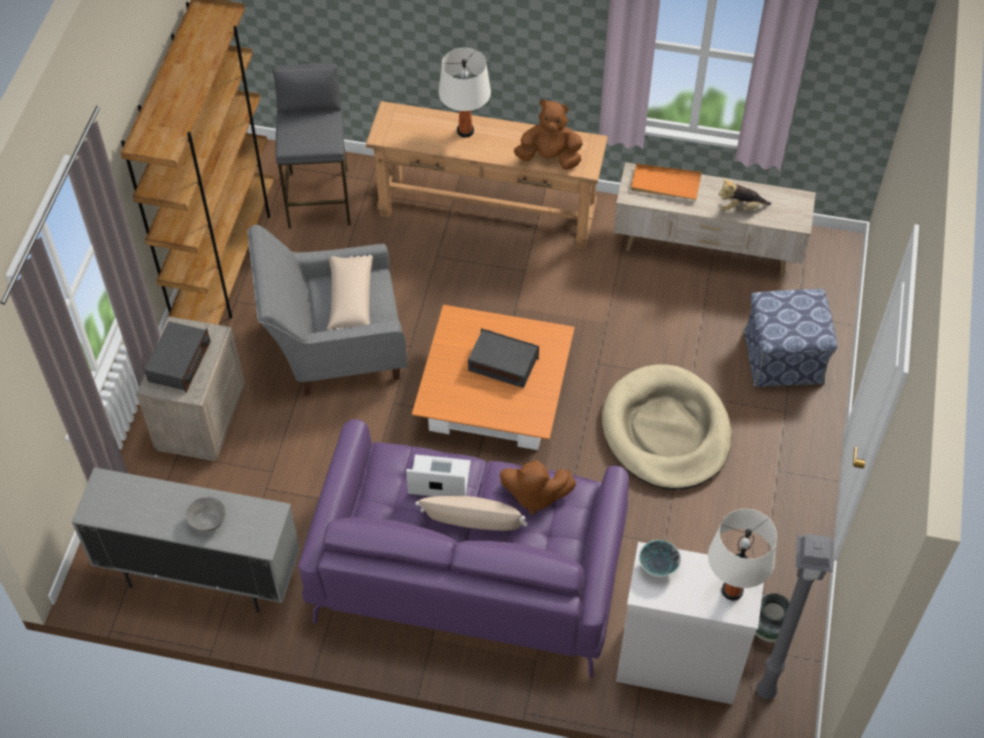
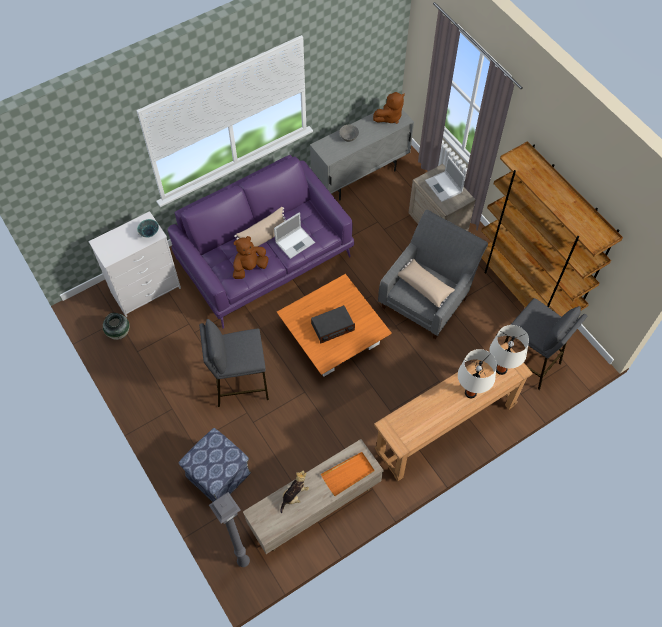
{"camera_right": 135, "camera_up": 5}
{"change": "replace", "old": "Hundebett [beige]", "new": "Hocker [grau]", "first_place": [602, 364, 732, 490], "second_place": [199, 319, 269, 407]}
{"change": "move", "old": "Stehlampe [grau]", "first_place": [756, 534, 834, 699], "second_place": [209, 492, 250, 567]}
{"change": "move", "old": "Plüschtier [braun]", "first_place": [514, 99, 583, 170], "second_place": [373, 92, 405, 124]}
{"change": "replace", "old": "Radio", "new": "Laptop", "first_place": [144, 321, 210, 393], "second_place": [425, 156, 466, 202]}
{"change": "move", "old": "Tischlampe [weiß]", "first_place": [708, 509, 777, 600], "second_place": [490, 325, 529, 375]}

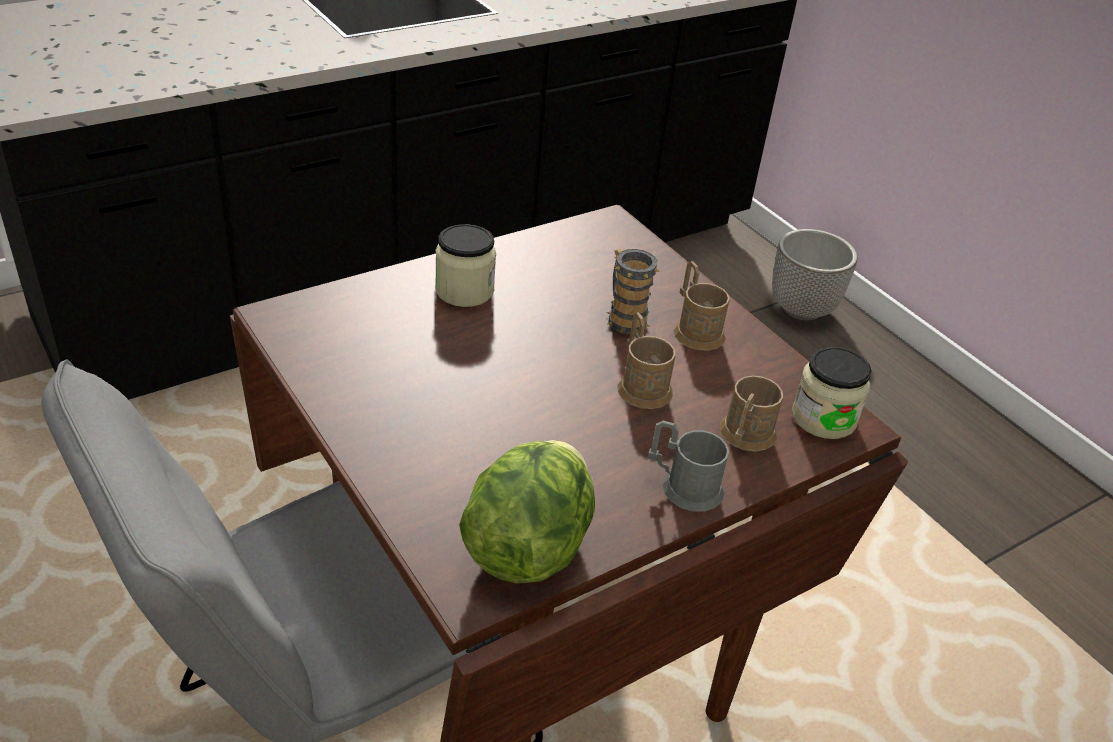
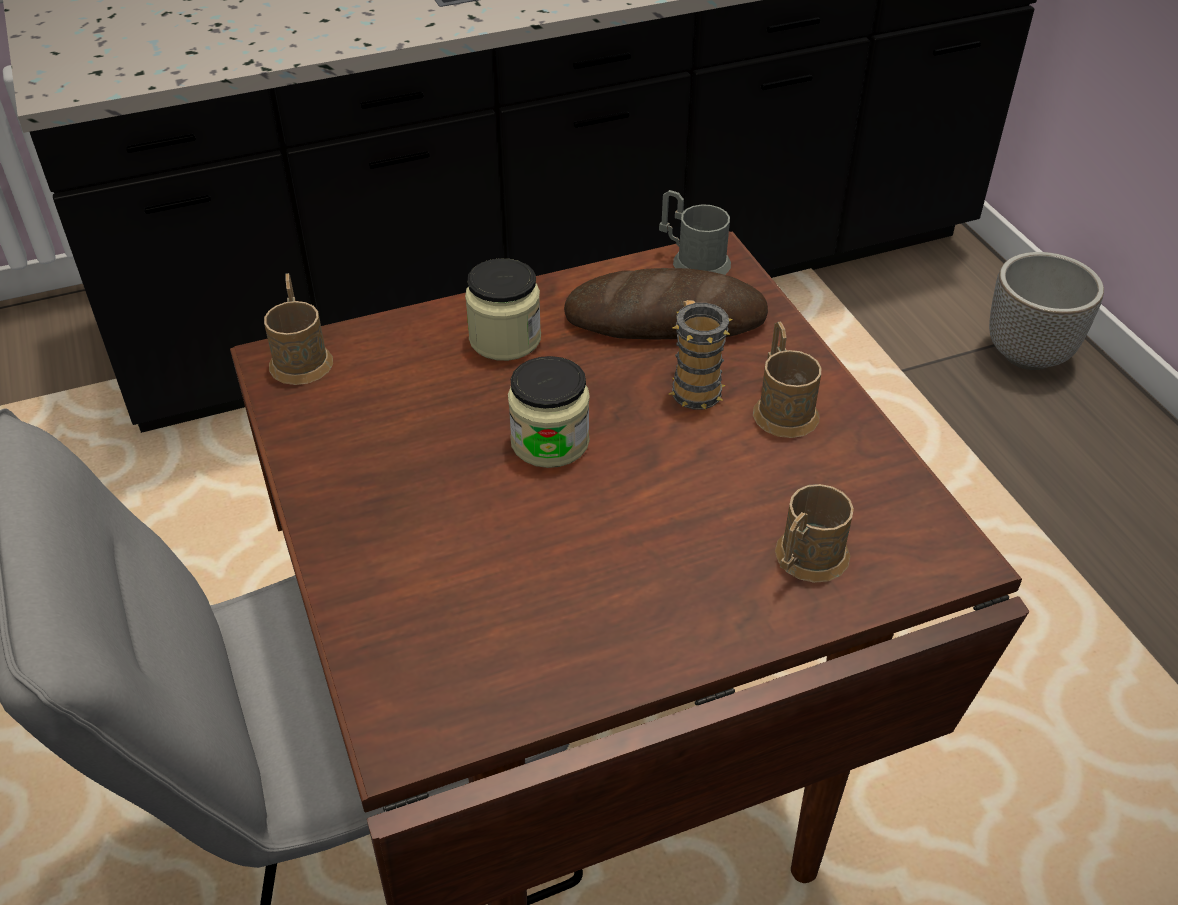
{"camera_right": 15, "camera_up": 5}
{"change": "move", "old": "Henkelbecher [braun]", "first_place": [617, 312, 676, 409], "second_place": [264, 273, 333, 385]}
{"change": "move", "old": "Vorratsglas", "first_place": [792, 347, 872, 439], "second_place": [508, 356, 590, 468]}
{"change": "insert", "new": "Brot", "second_place": [564, 268, 768, 339]}
{"change": "move", "old": "Henkelbecher [grau]", "first_place": [647, 421, 729, 512], "second_place": [659, 190, 731, 275]}
{"change": "delete", "old": "Salatkopf", "first_place": [459, 440, 595, 583]}

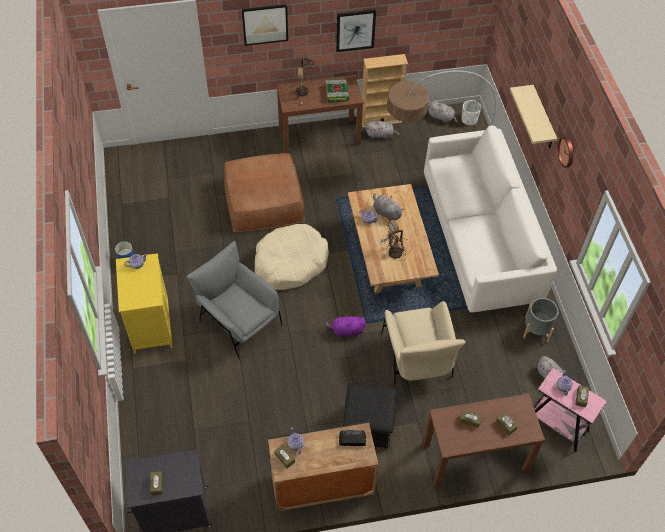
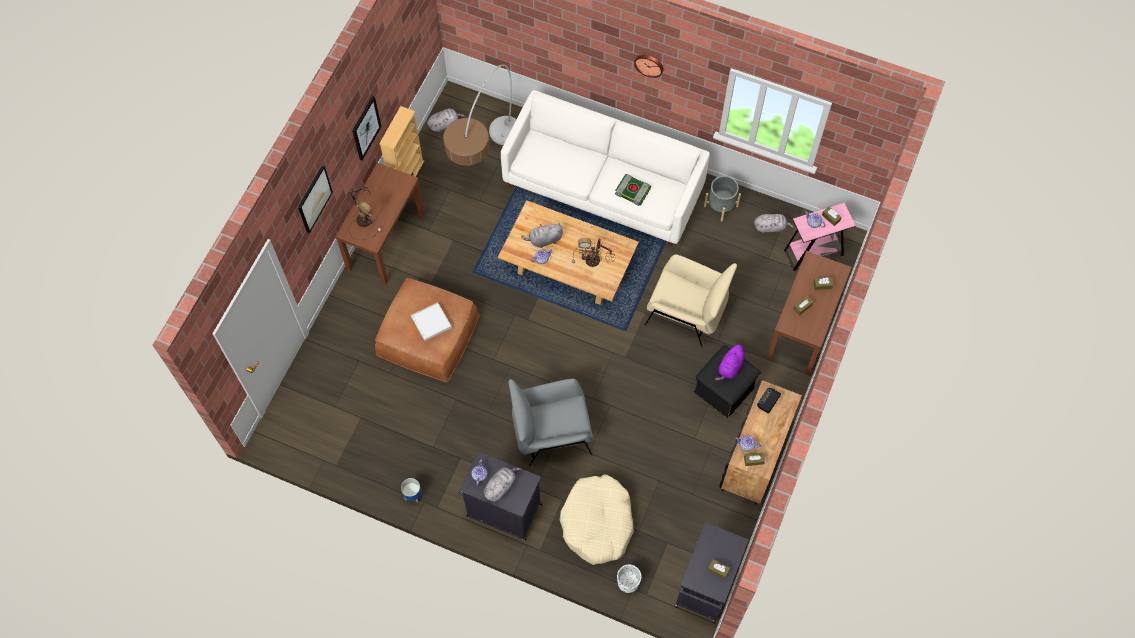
{"camera_right": -55, "camera_up": 10}
{"change": "insert", "new": "Tablett [weiß]", "second_place": [411, 302, 452, 341]}
{"change": "recolor", "old": "Schrank [gelb]", "new": "Schrank [schwarz]", "first_place": [116, 253, 173, 354], "second_place": [459, 452, 542, 541]}
{"change": "move", "old": "Plüschtier [grau]", "first_place": [365, 121, 400, 139], "second_place": [484, 467, 521, 501]}
{"change": "move", "old": "Hundebett [beige]", "first_place": [255, 224, 329, 290], "second_place": [560, 474, 634, 565]}
{"change": "move", "old": "Buch", "first_place": [325, 79, 349, 102], "second_place": [615, 174, 651, 206]}
{"change": "move", "old": "Pflanzkübel [weiß]", "first_place": [461, 100, 481, 125], "second_place": [617, 565, 641, 593]}
{"change": "move", "old": "Plüschtier [lila]", "first_place": [325, 314, 366, 338], "second_place": [715, 344, 745, 381]}
{"change": "delete", "old": "Wandregal [beige]", "first_place": [510, 85, 557, 148]}

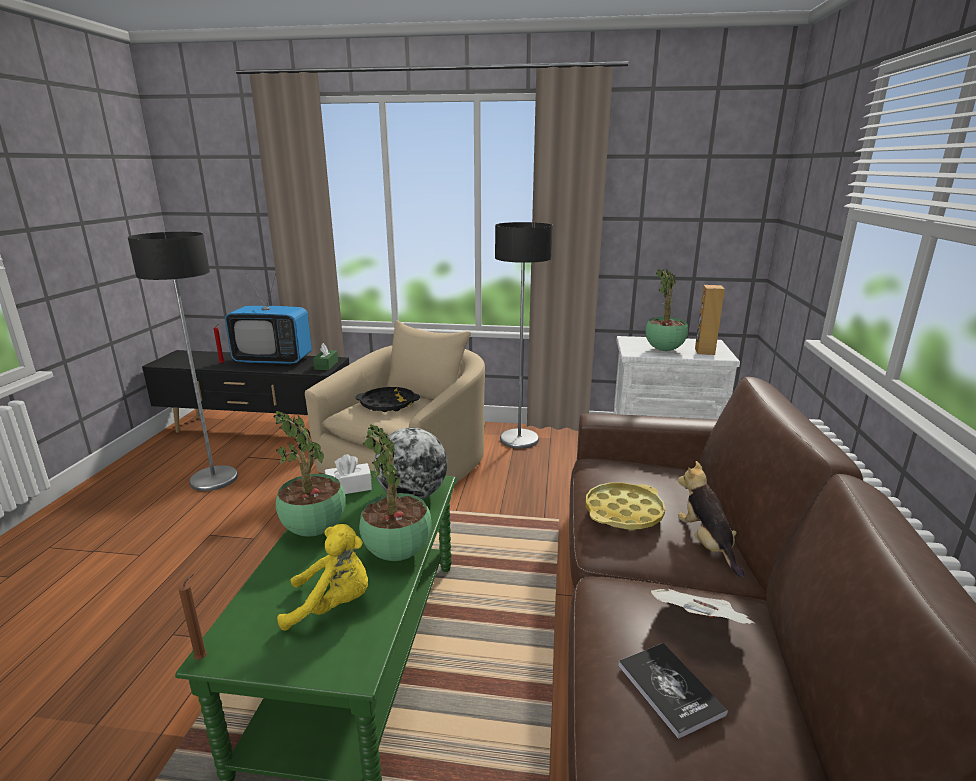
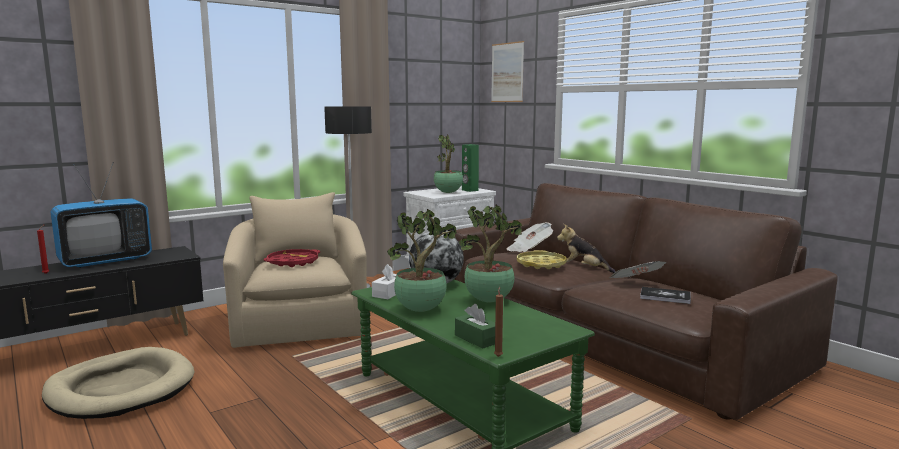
{"camera_right": -45, "camera_up": -10}
{"change": "replace", "old": "Stehlampe", "new": "Hundebett [beige]", "first_place": [128, 232, 238, 491], "second_place": [42, 347, 195, 419]}
{"change": "recolor", "old": "Tablett [schwarz]", "new": "Tablett [rot]", "first_place": [355, 387, 420, 412], "second_place": [264, 249, 320, 267]}
{"change": "move", "old": "Taschentuchbox [grün]", "first_place": [313, 343, 338, 370], "second_place": [455, 304, 495, 348]}
{"change": "recolor", "old": "Lautsprecher [braun]", "new": "Lautsprecher [grün]", "first_place": [695, 285, 725, 355], "second_place": [462, 144, 479, 192]}
{"change": "insert", "new": "Bild", "second_place": [491, 41, 524, 102]}
{"change": "insert", "new": "Zeitung", "second_place": [507, 222, 553, 252]}
{"change": "delete", "old": "Plüschtier [gelb]", "first_place": [277, 524, 368, 631]}

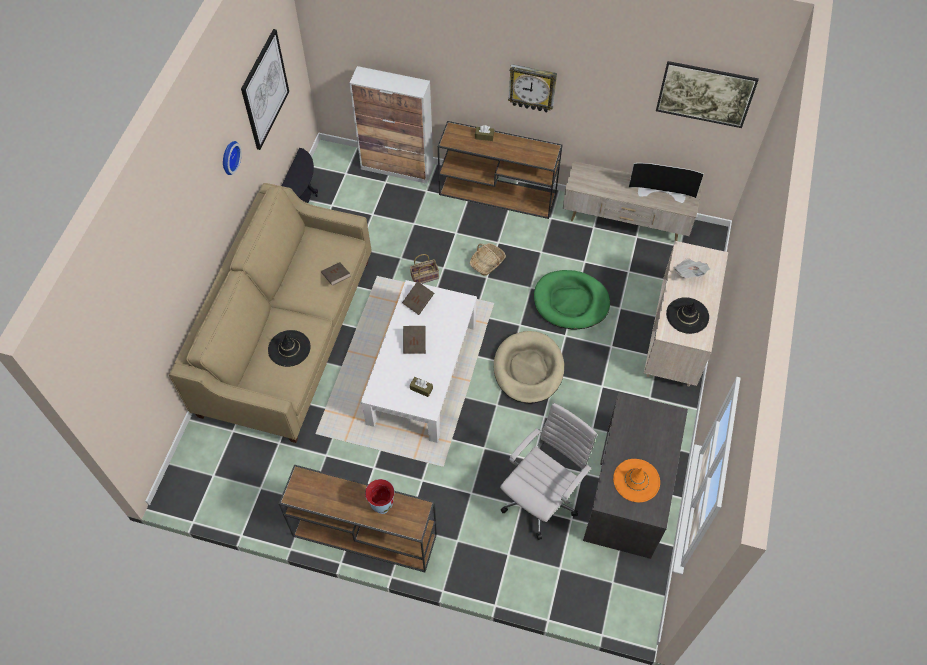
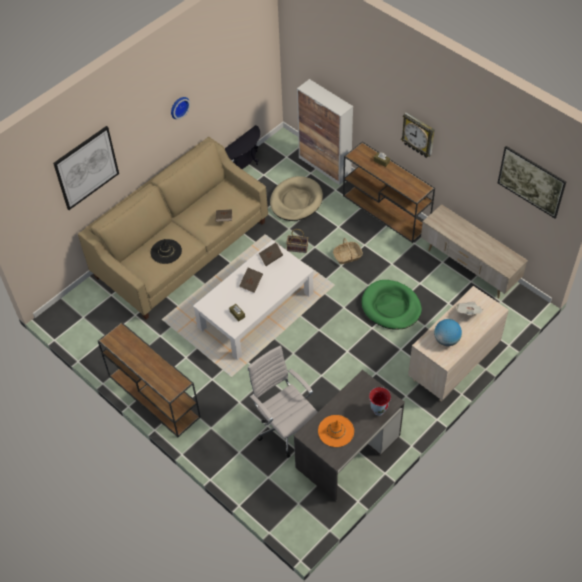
{"camera_right": 30, "camera_up": -5}
{"change": "move", "old": "Bild", "first_place": [241, 29, 289, 150], "second_place": [53, 126, 119, 210]}
{"change": "rotate", "old": "Bürostuhl [weiß]", "first_place": [500, 403, 597, 540], "second_place": [248, 346, 318, 458], "degrees": -105}
{"change": "move", "old": "Hundebett [beige]", "first_place": [494, 331, 564, 404], "second_place": [270, 176, 323, 221]}
{"change": "move", "old": "Vase", "first_place": [365, 479, 395, 514], "second_place": [369, 387, 391, 416]}
{"change": "replace", "old": "Hut [schwarz]", "new": "Globus", "first_place": [666, 297, 709, 334], "second_place": [434, 319, 462, 346]}
{"change": "delete", "old": "Fernseher", "first_place": [628, 163, 704, 203]}

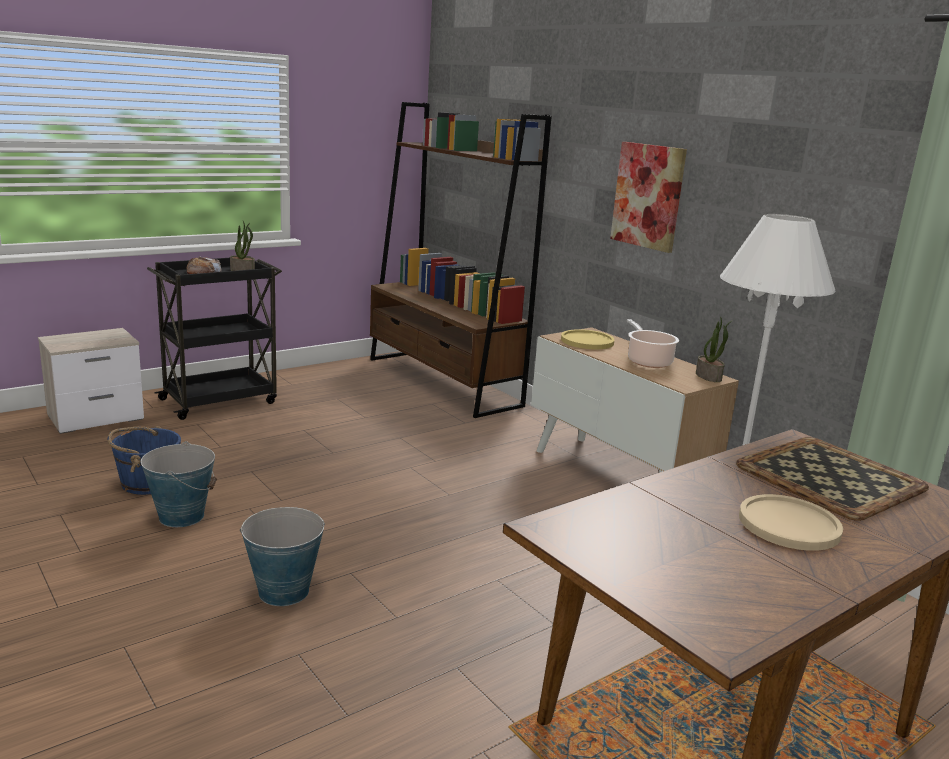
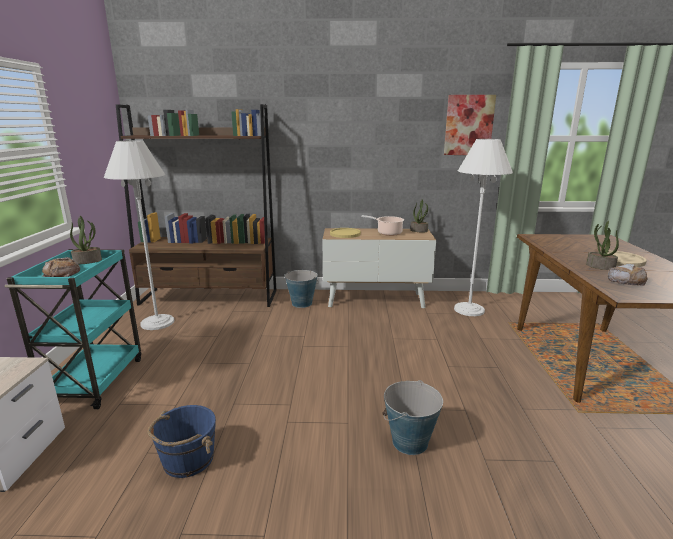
{"camera_right": -50, "camera_up": 0}
{"change": "recolor", "old": "Rollwagen [schwarz]", "new": "Rollwagen [türkis]", "first_place": [147, 256, 282, 420], "second_place": [5, 249, 141, 409]}
{"change": "insert", "new": "Stehlampe [weiß]", "second_place": [104, 140, 174, 330]}
{"change": "move", "old": "Eimer", "first_place": [141, 441, 217, 527], "second_place": [285, 270, 319, 308]}
{"change": "move", "old": "Bild", "first_place": [610, 142, 687, 253], "second_place": [444, 95, 496, 155]}
{"change": "insert", "new": "Topfpflanze", "second_place": [586, 221, 619, 270]}
{"change": "insert", "new": "Brot", "second_place": [608, 264, 648, 286]}
{"change": "delete", "old": "Tablett", "first_place": [736, 437, 929, 521]}

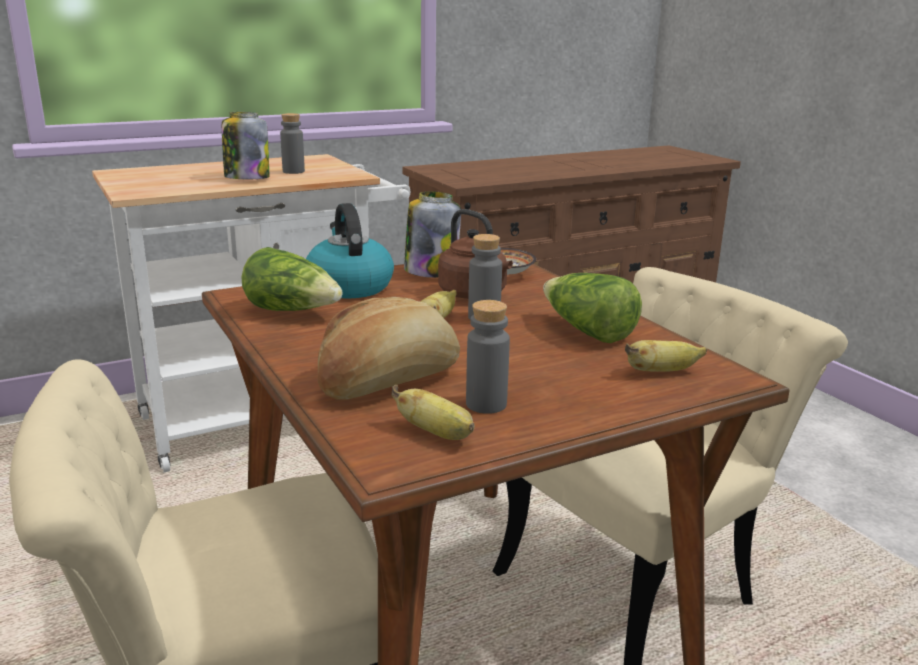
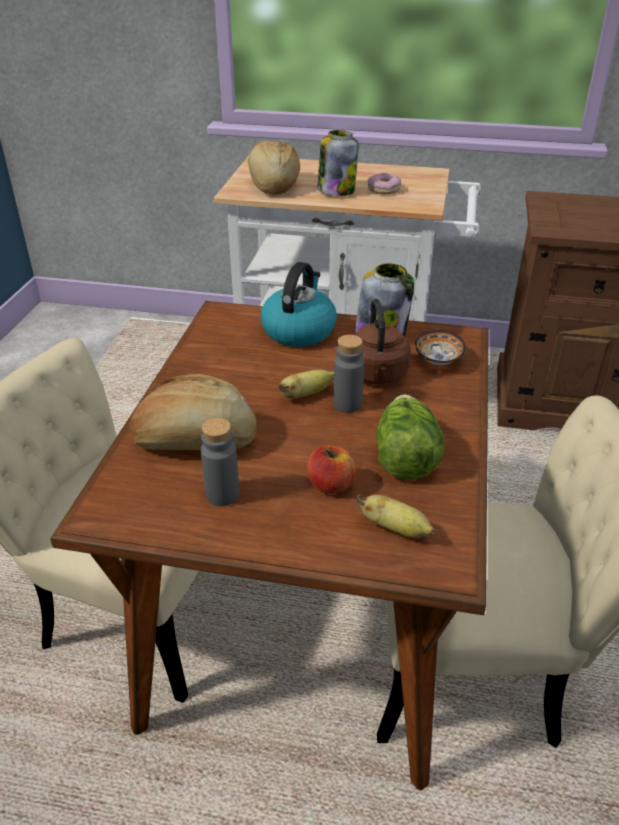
{"camera_right": 40, "camera_up": 15}
{"change": "insert", "new": "Brot", "second_place": [248, 140, 300, 195]}
{"change": "insert", "new": "Apfel", "second_place": [307, 445, 356, 494]}
{"change": "replace", "old": "Flasche [grau]", "new": "Donut", "first_place": [280, 113, 305, 174], "second_place": [368, 173, 401, 194]}
{"change": "delete", "old": "Salatkopf", "first_place": [242, 247, 343, 311]}
{"change": "delete", "old": "Banane", "first_place": [391, 385, 475, 440]}

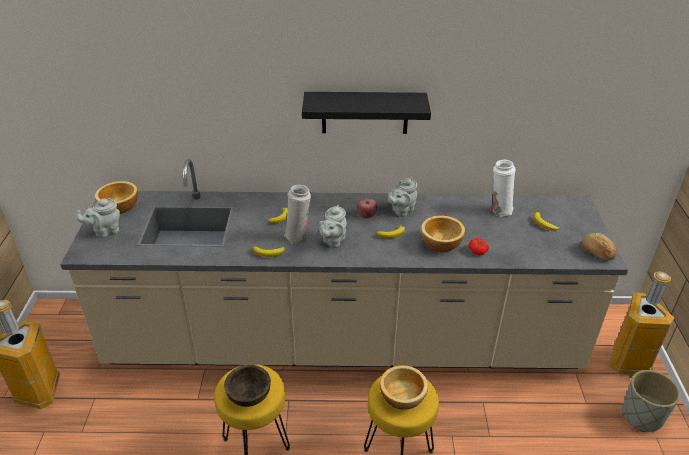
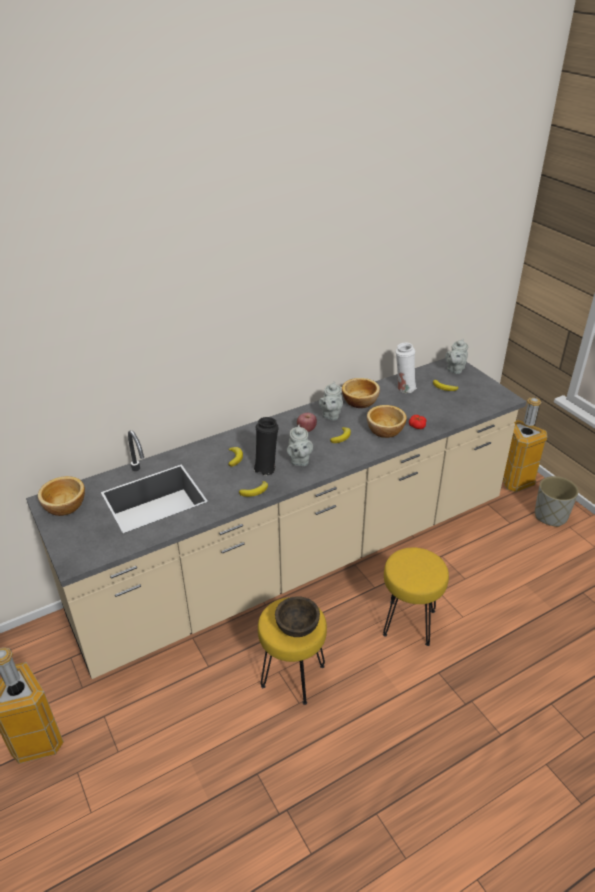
{"camera_right": -30, "camera_up": 0}
{"change": "recolor", "old": "Vase [weiß]", "new": "Vase [schwarz]", "first_place": [283, 185, 311, 244], "second_place": [254, 417, 278, 476]}
{"change": "move", "old": "Schüssel", "first_place": [380, 365, 428, 410], "second_place": [342, 378, 380, 408]}
{"change": "move", "old": "Teekanne [grau]", "first_place": [76, 198, 120, 238], "second_place": [445, 339, 468, 374]}
{"change": "delete", "old": "Wandregal [schwarz]", "first_place": [302, 92, 431, 134]}
{"change": "delete", "old": "Brot", "first_place": [581, 233, 616, 260]}

